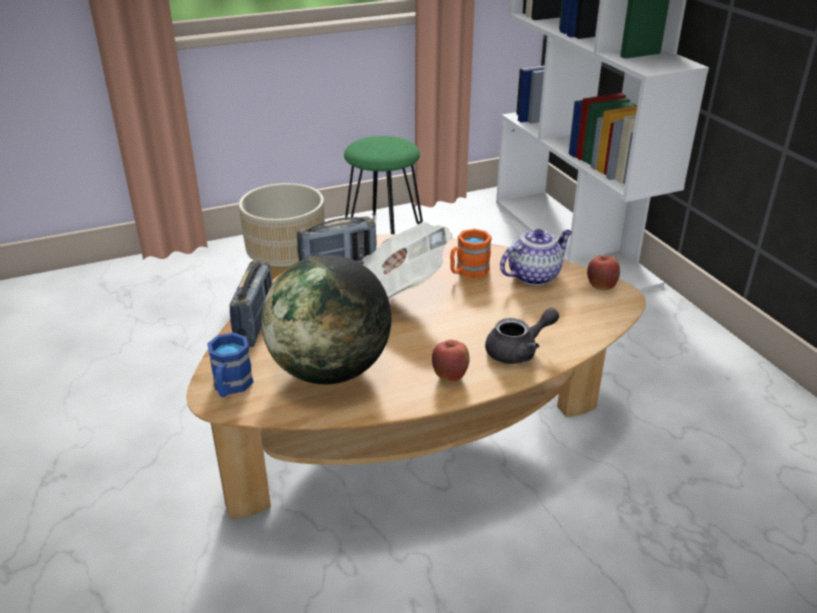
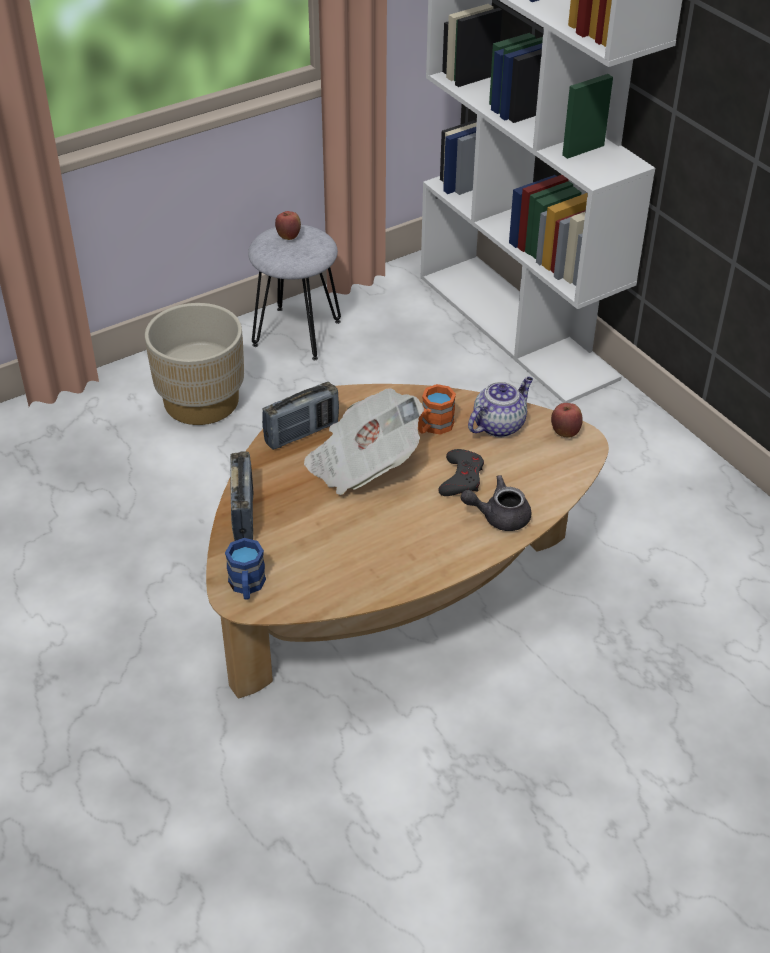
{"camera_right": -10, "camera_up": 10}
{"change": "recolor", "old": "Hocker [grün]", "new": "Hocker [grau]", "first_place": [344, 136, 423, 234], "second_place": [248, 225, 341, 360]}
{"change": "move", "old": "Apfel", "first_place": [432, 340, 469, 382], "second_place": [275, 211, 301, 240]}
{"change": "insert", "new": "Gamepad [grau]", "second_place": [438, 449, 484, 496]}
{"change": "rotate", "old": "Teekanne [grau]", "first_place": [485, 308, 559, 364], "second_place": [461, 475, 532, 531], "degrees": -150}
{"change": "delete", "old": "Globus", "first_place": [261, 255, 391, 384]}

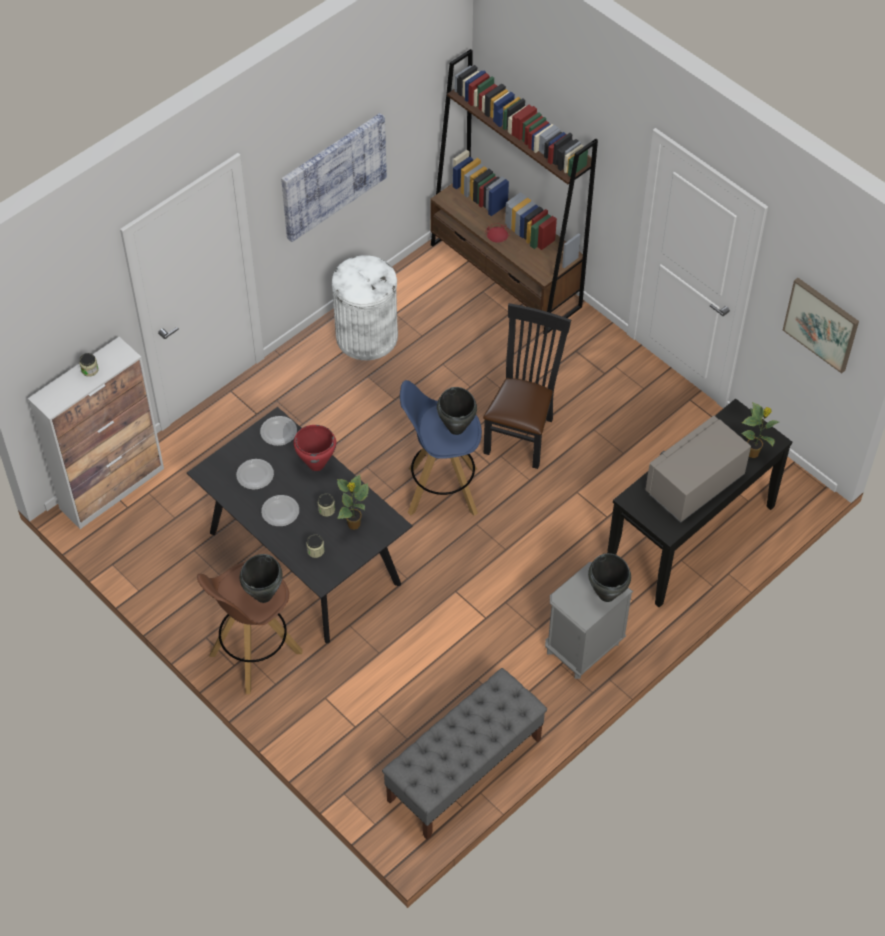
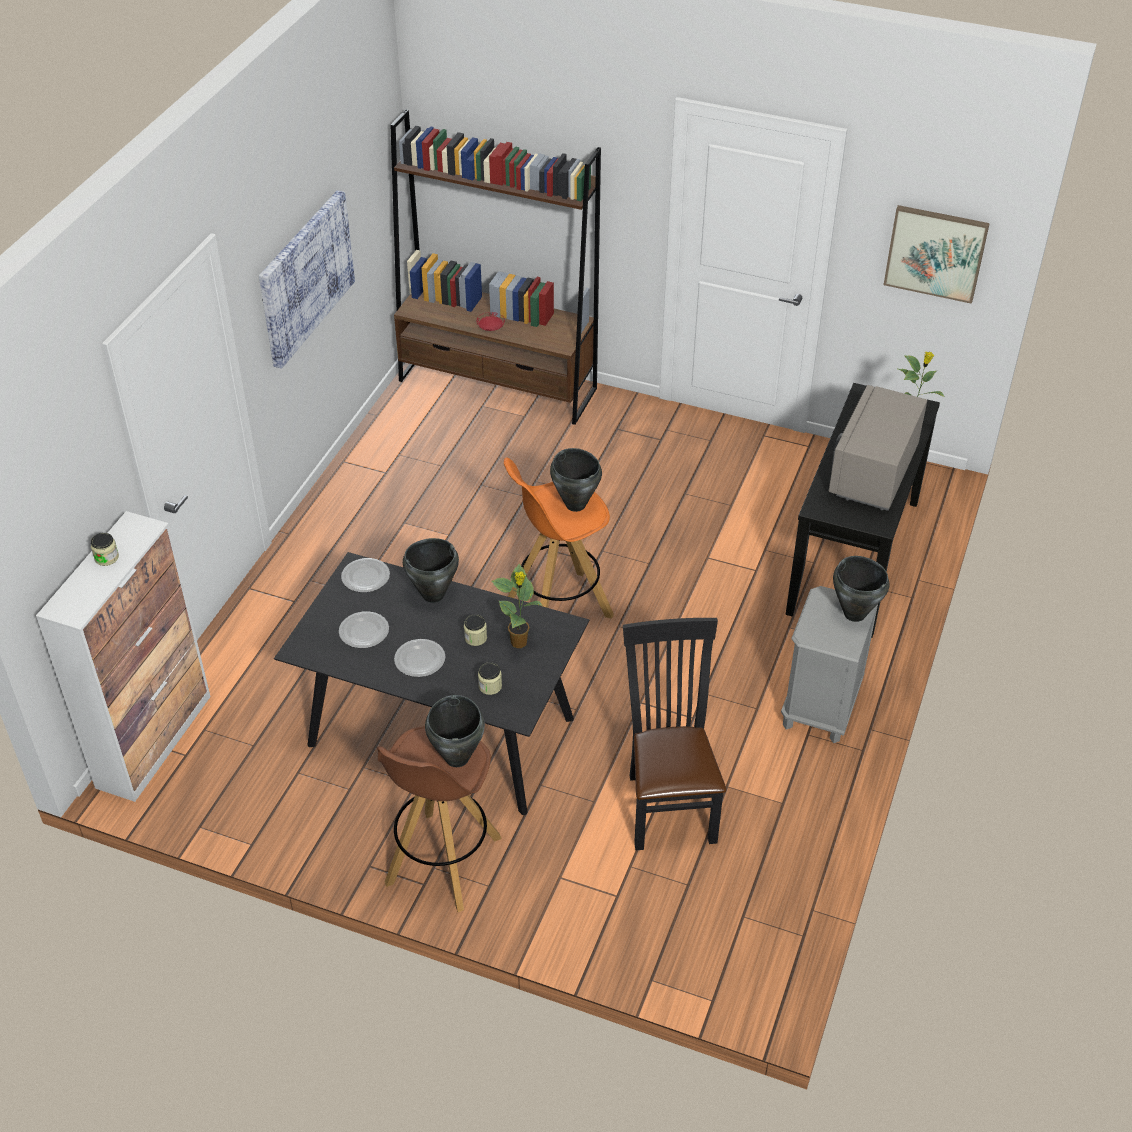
{"camera_right": -25, "camera_up": -10}
{"change": "recolor", "old": "Kochtopf [rot]", "new": "Kochtopf [schwarz]", "first_place": [293, 425, 337, 471], "second_place": [403, 538, 459, 603]}
{"change": "recolor", "old": "Hocker [blau]", "new": "Hocker [orange]", "first_place": [400, 380, 482, 516], "second_place": [504, 457, 614, 619]}
{"change": "move", "old": "Stuhl [schwarz]", "first_place": [483, 303, 571, 469], "second_place": [623, 618, 727, 850]}
{"change": "delete", "old": "Mülleimer [weiß]", "first_place": [332, 255, 398, 360]}
{"change": "delete", "old": "Bank [grau]", "first_place": [382, 668, 547, 840]}

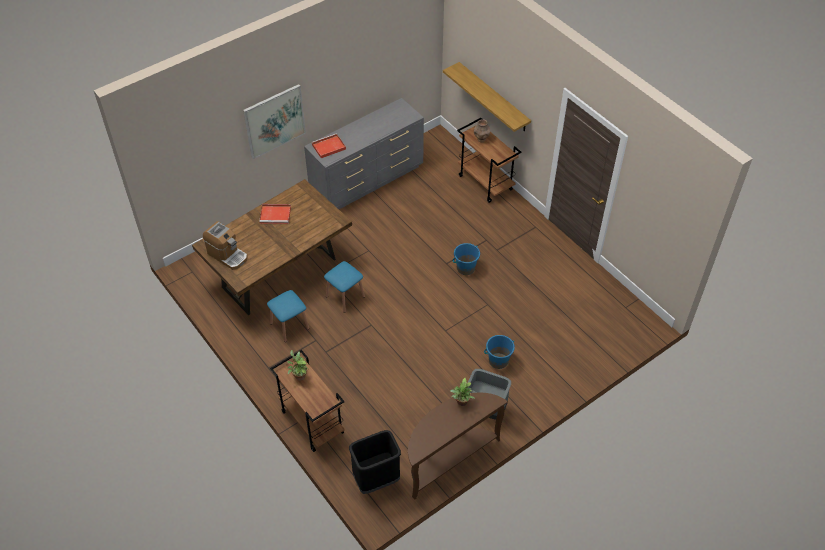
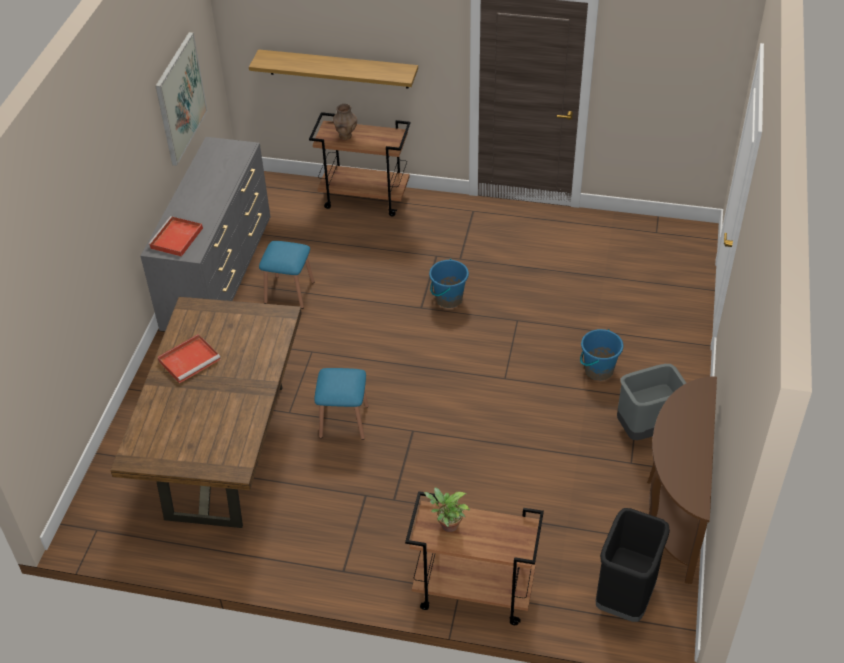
{"camera_right": -40, "camera_up": -5}
{"change": "move", "old": "Bild", "first_place": [243, 84, 306, 159], "second_place": [155, 32, 208, 166]}
{"change": "move", "old": "Hocker [blau]", "first_place": [267, 290, 309, 342], "second_place": [259, 241, 315, 309]}
{"change": "delete", "old": "Kaffeemaschine", "first_place": [203, 221, 248, 270]}
{"change": "delete", "old": "Topfpflanze", "first_place": [450, 377, 475, 406]}

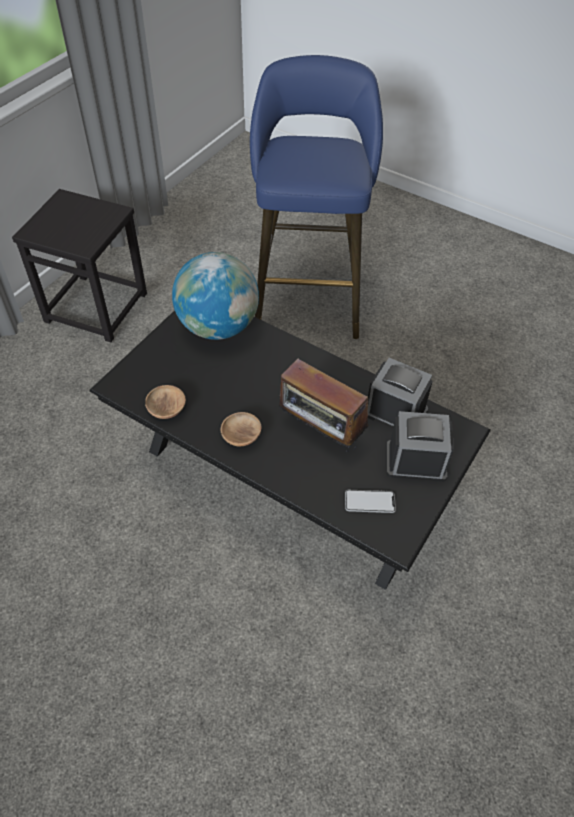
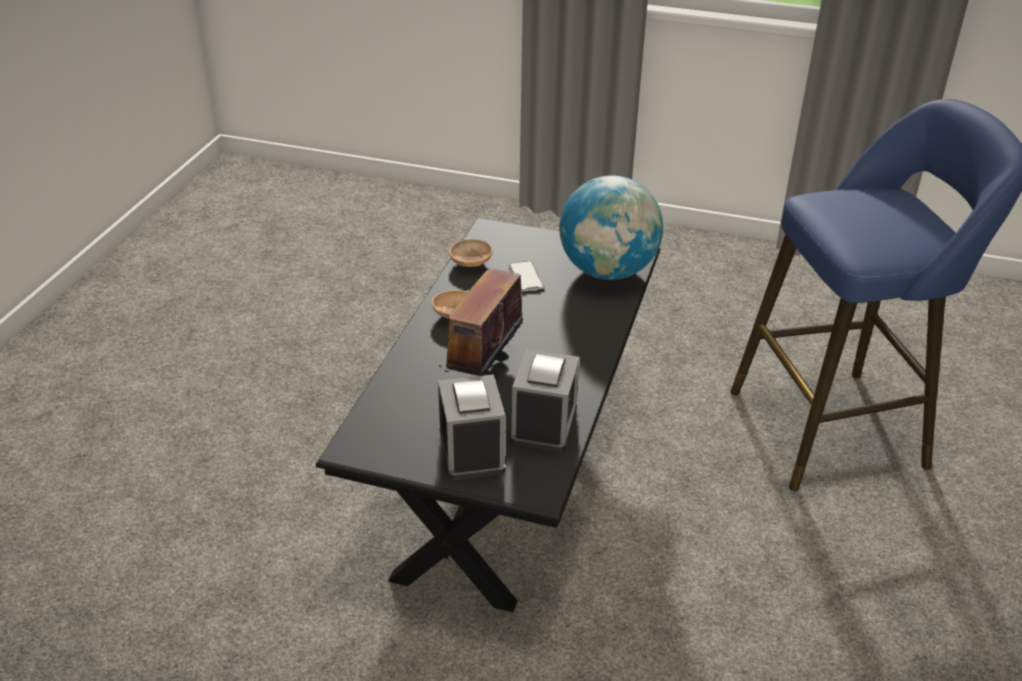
{"camera_right": 75, "camera_up": -15}
{"change": "move", "old": "Handy", "first_place": [345, 490, 396, 513], "second_place": [509, 261, 544, 292]}
{"change": "delete", "old": "Hocker [schwarz]", "first_place": [12, 189, 147, 342]}

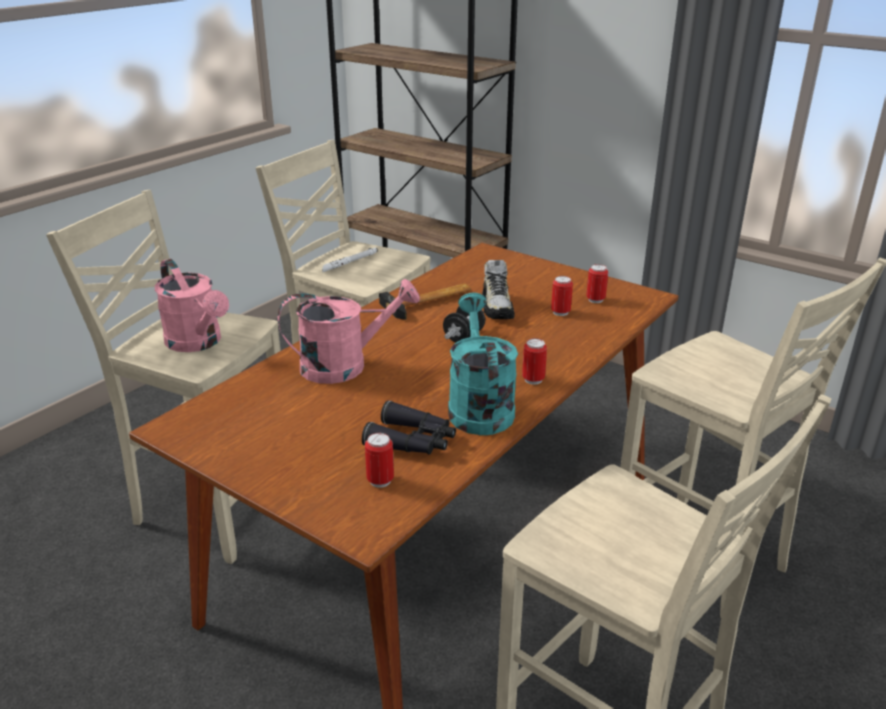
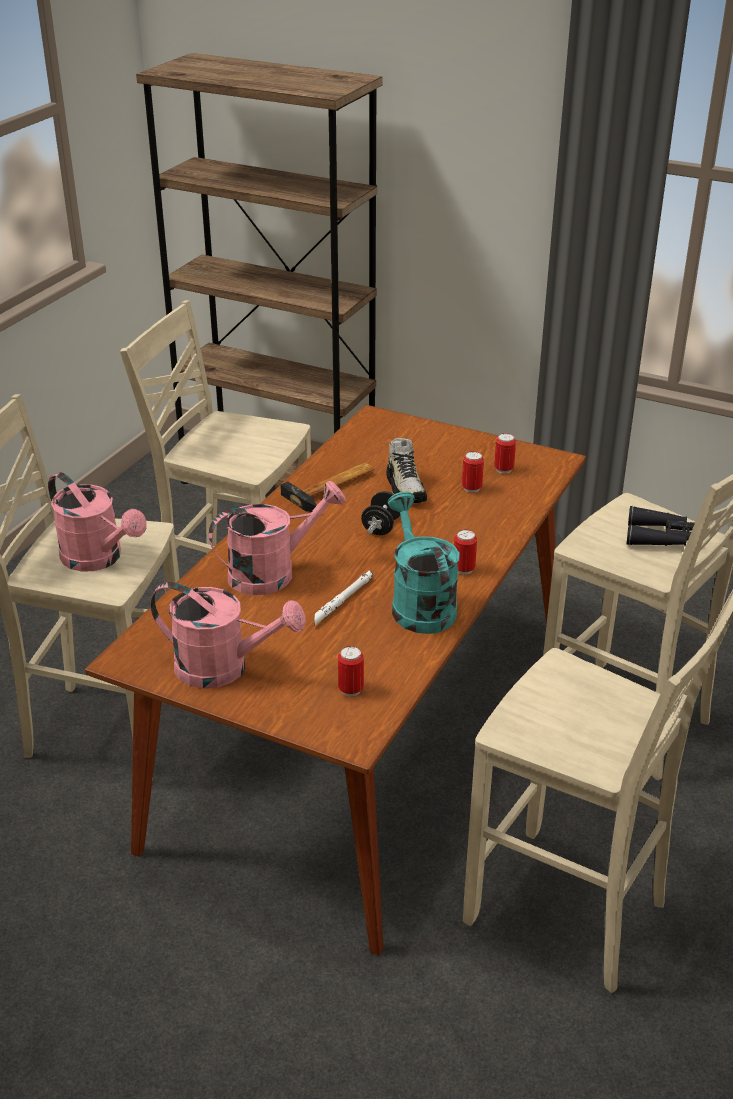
{"camera_right": -10, "camera_up": 5}
{"change": "insert", "new": "Gießkanne [rosa]", "second_place": [150, 582, 306, 689]}
{"change": "move", "old": "Taschenlampe [weiß]", "first_place": [322, 247, 378, 272], "second_place": [314, 570, 373, 626]}
{"change": "move", "old": "Fernglas [schwarz]", "first_place": [362, 401, 456, 455], "second_place": [627, 506, 695, 546]}

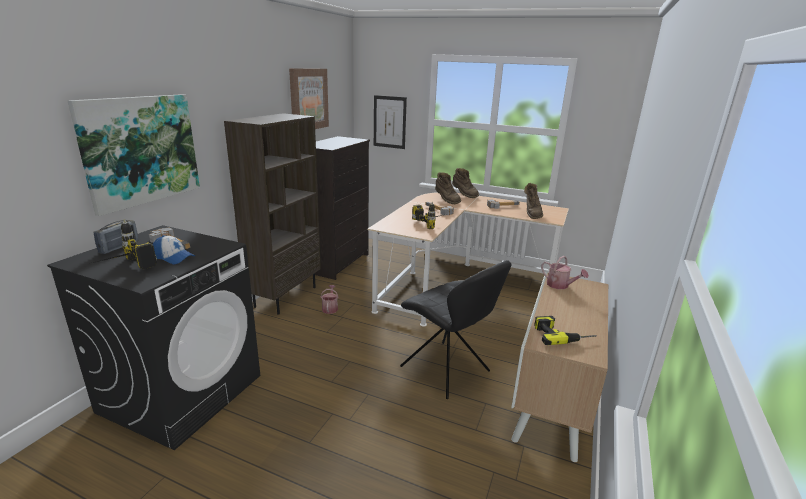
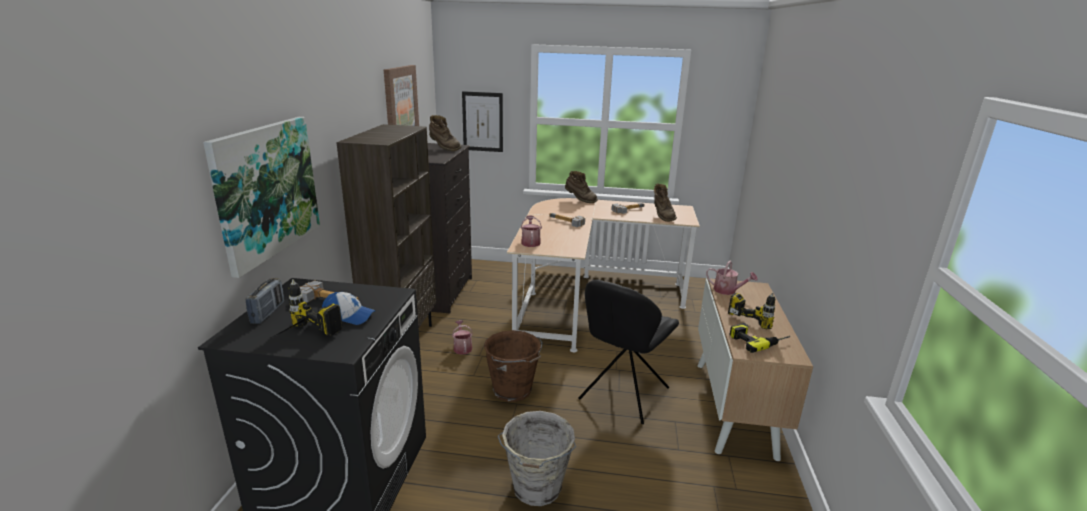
{"camera_right": -15, "camera_up": 0}
{"change": "move", "old": "Stiefel [braun]", "first_place": [435, 172, 461, 204], "second_place": [429, 115, 461, 151]}
{"change": "insert", "new": "Eimer [braun]", "second_place": [484, 330, 543, 402]}
{"change": "insert", "new": "Eimer [grau]", "second_place": [498, 411, 576, 506]}
{"change": "insert", "new": "Gießkanne", "second_place": [521, 215, 542, 247]}
{"change": "rotate", "old": "Stuhl [schwarz]", "first_place": [400, 260, 512, 399], "second_place": [579, 280, 679, 424], "degrees": 90}
{"change": "move", "old": "Bohrmaschine", "first_place": [412, 202, 443, 229], "second_place": [728, 292, 775, 329]}

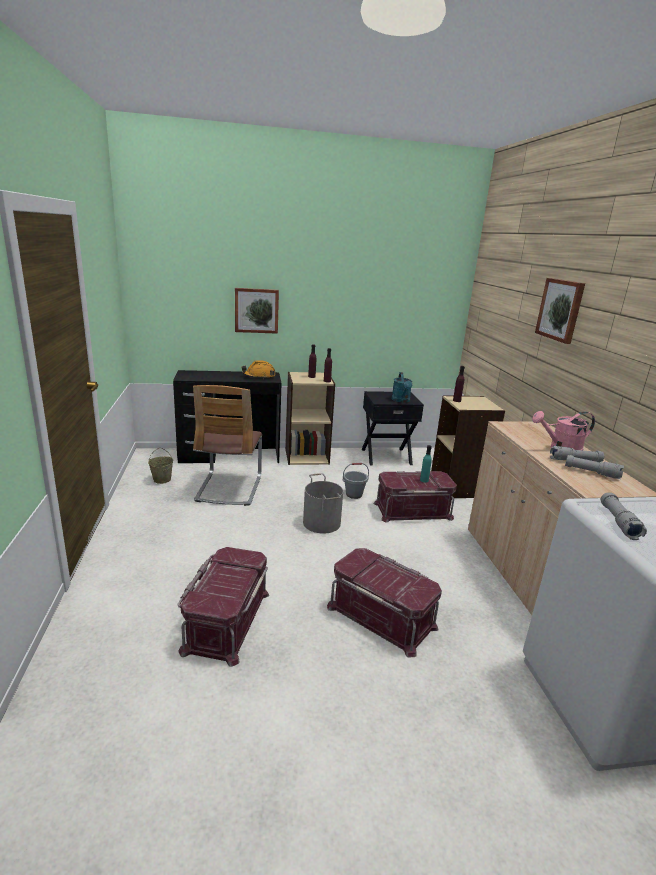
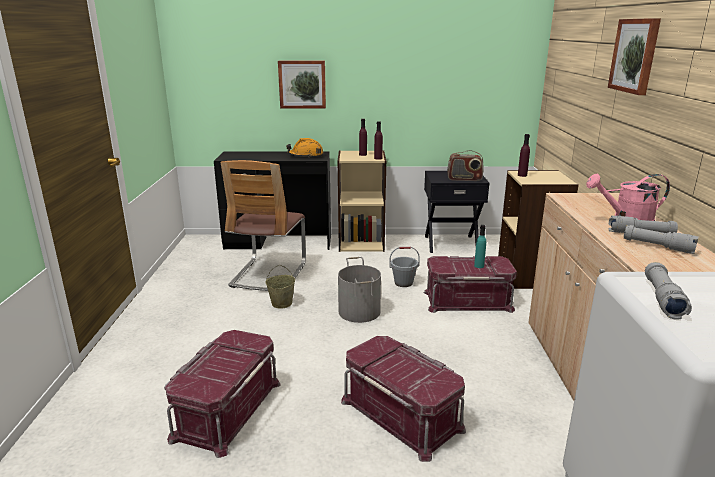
{"camera_right": 10, "camera_up": 0}
{"change": "move", "old": "Eimer [beige]", "first_place": [148, 448, 173, 484], "second_place": [266, 265, 295, 309]}
{"change": "replace", "old": "Gießkanne [türkis]", "new": "Radio", "first_place": [392, 372, 412, 403], "second_place": [447, 150, 483, 181]}

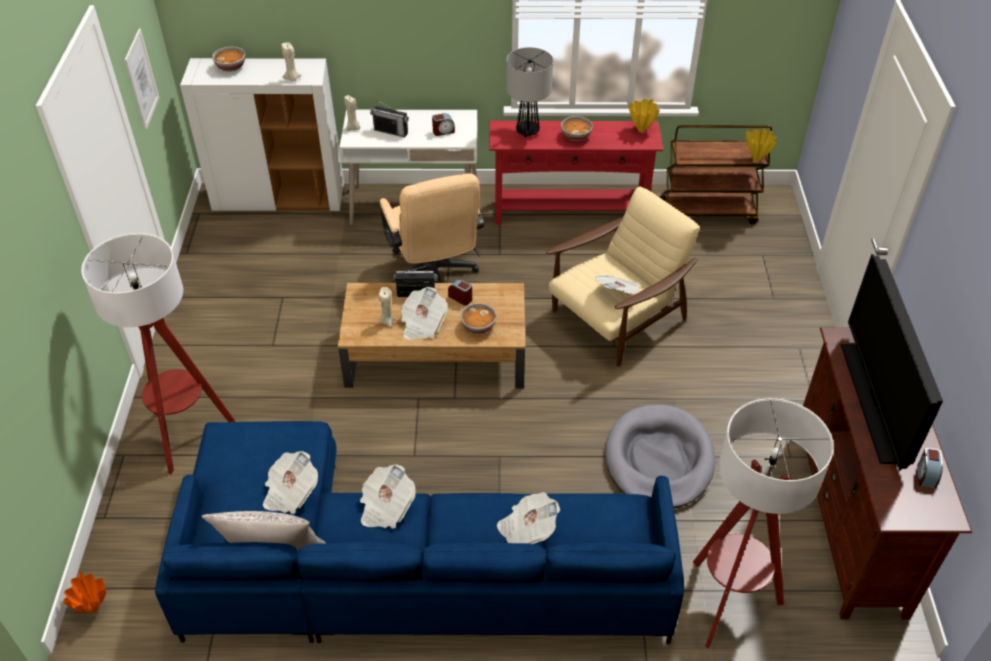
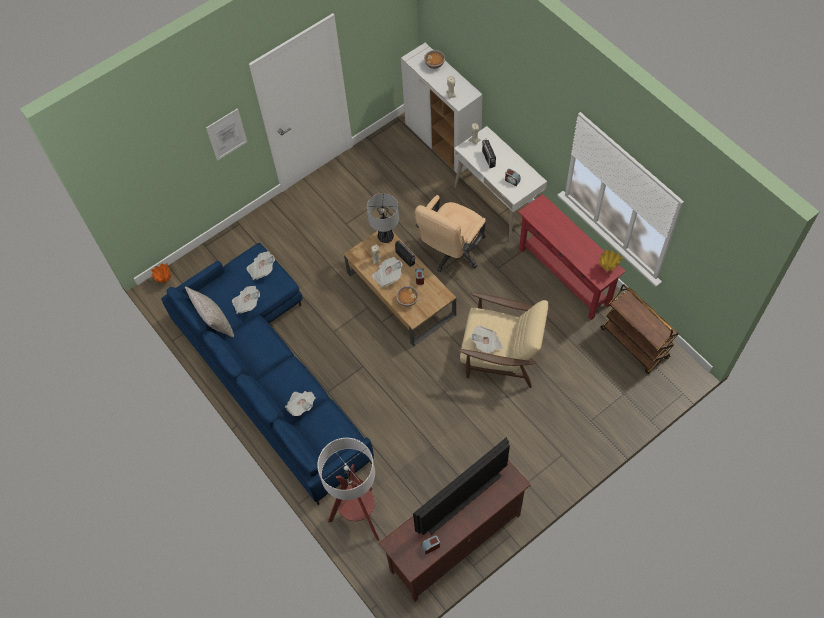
{"camera_right": 55, "camera_up": 15}
{"change": "move", "old": "Bild", "first_place": [125, 28, 160, 130], "second_place": [206, 108, 247, 161]}
{"change": "move", "old": "Zeitung", "first_place": [360, 464, 416, 529], "second_place": [247, 251, 275, 280]}
{"change": "move", "old": "Tischlampe", "first_place": [506, 47, 553, 137], "second_place": [367, 193, 399, 243]}
{"change": "delete", "old": "Stehlampe", "first_place": [81, 233, 235, 474]}
{"change": "delete", "old": "Schüssel", "first_place": [561, 116, 593, 141]}
{"change": "delete", "old": "Hundebett [grau]", "first_place": [605, 405, 715, 508]}
{"change": "delete", "old": "Vase [gelb]", "first_place": [746, 128, 777, 162]}

